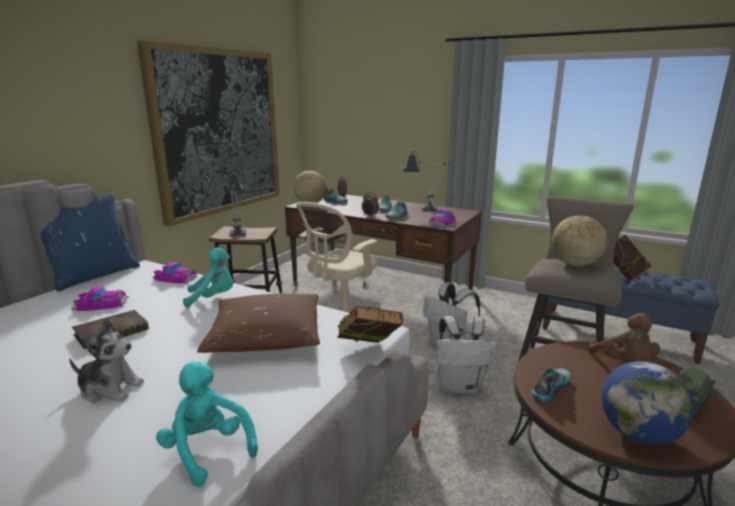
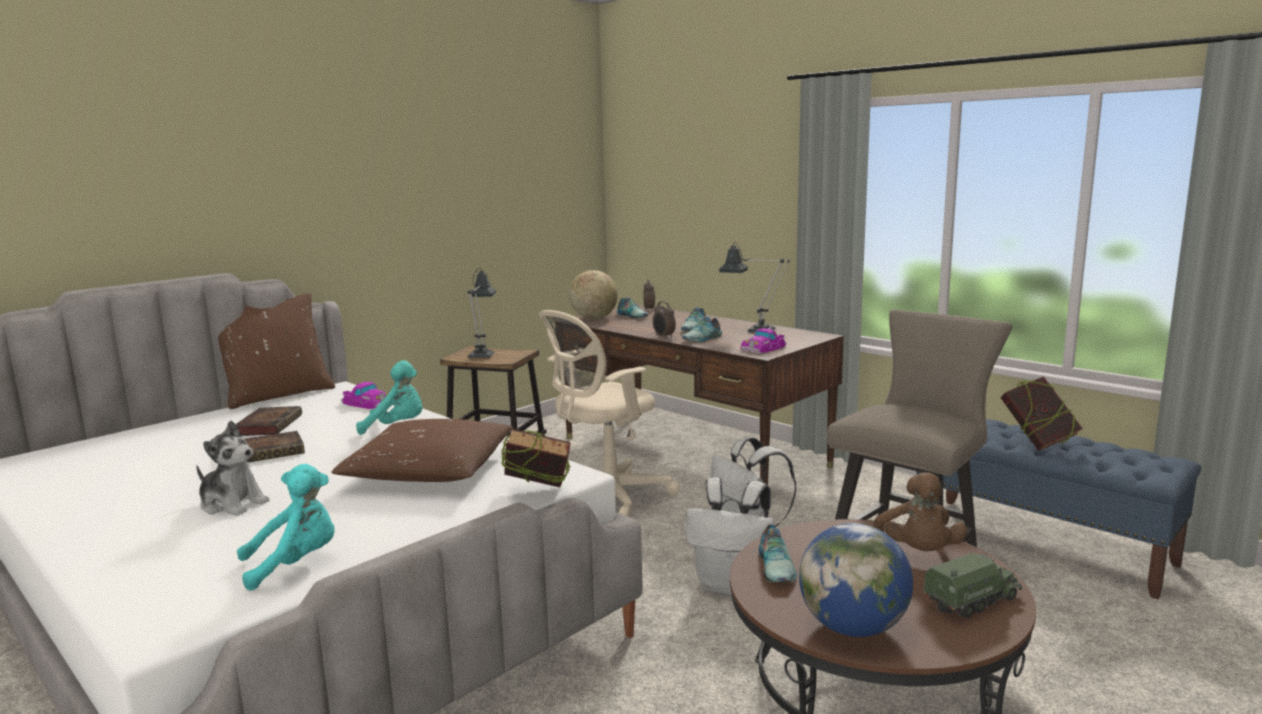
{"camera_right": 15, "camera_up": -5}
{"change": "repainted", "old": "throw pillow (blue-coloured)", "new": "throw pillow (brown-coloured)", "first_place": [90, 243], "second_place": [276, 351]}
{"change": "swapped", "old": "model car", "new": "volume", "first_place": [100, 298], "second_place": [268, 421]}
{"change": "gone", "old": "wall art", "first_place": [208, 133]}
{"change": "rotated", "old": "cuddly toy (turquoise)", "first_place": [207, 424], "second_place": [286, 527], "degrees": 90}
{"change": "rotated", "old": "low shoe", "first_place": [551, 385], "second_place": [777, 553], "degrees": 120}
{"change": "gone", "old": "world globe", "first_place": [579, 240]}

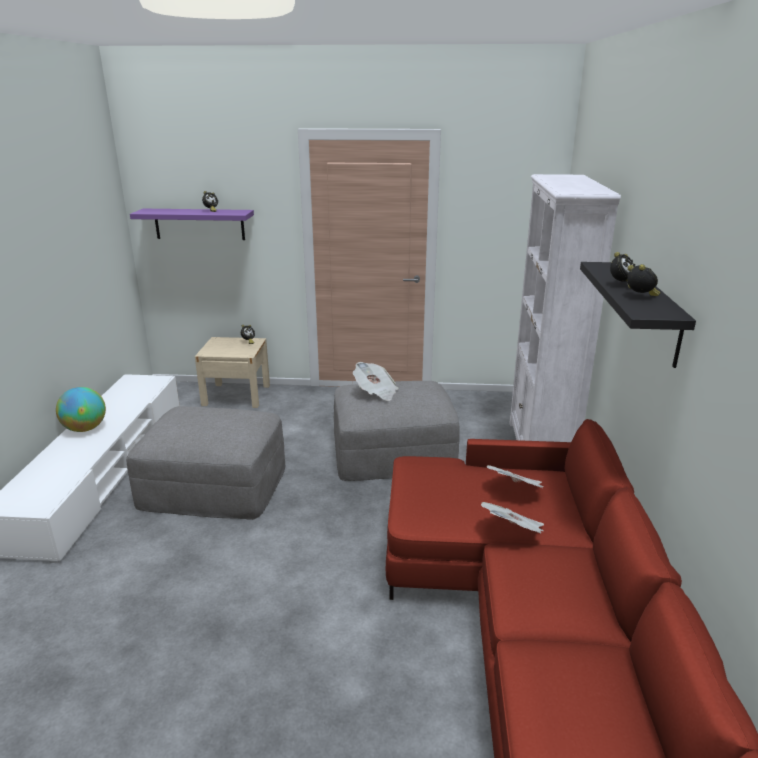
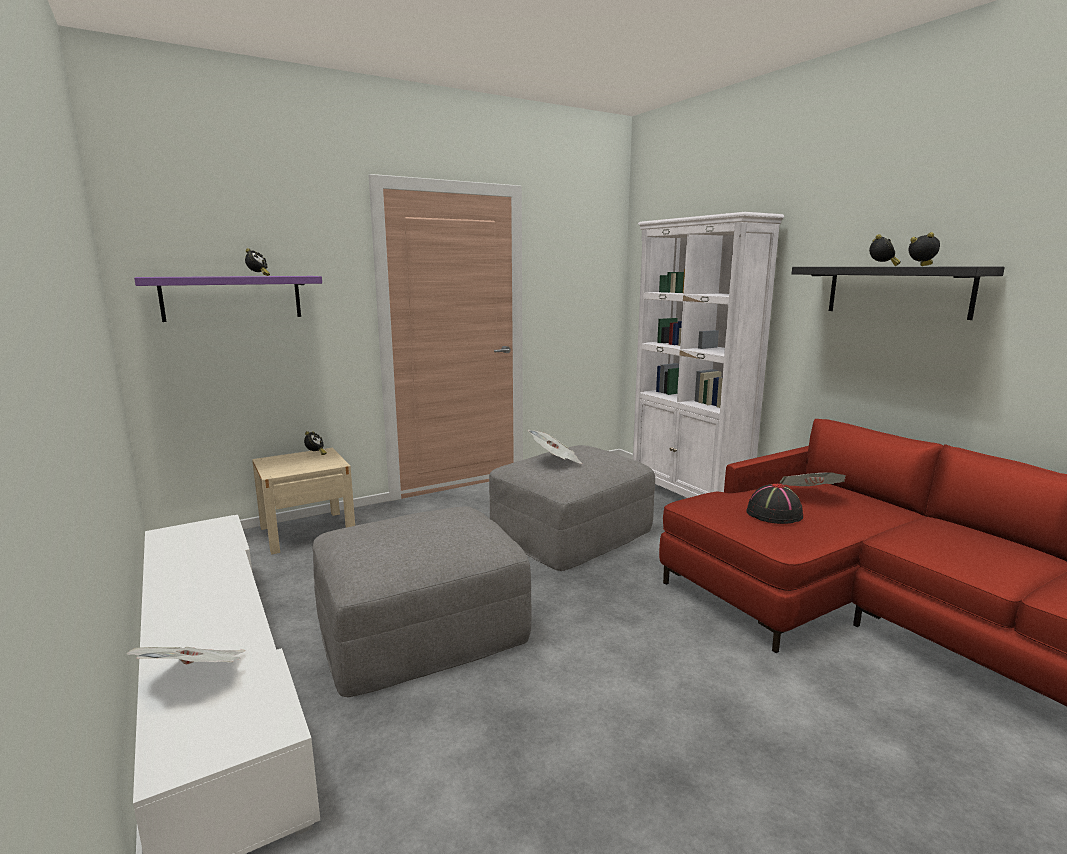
{"camera_right": -35, "camera_up": -10}
{"change": "gone", "old": "world globe", "first_place": [81, 409]}
{"change": "shifted", "old": "printed paper", "first_place": [512, 517], "second_place": [186, 655]}
{"change": "new", "new": "clothing hat (black)", "second_place": [774, 503]}

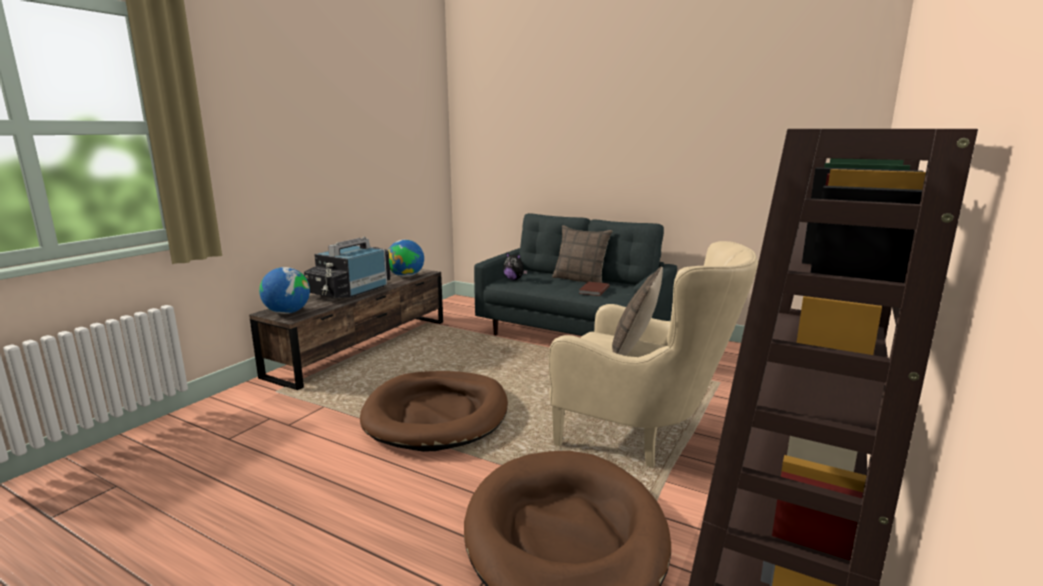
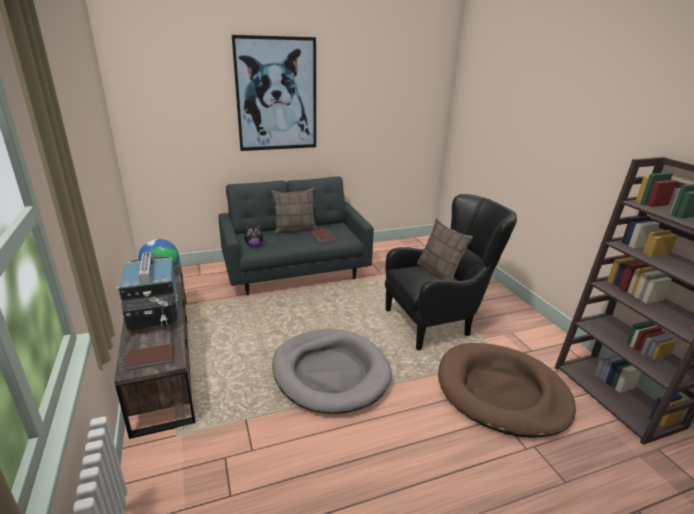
{"camera_right": -50, "camera_up": 10}
{"change": "swapped", "old": "world globe", "new": "volume (brown-coloured)", "first_place": [284, 290], "second_place": [149, 357]}
{"change": "repainted", "old": "pet bed (brown-coloured)", "new": "pet bed (greyish)", "first_place": [434, 411], "second_place": [332, 371]}
{"change": "repainted", "old": "easy chair (beige-coloured)", "new": "easy chair (black)", "first_place": [654, 354], "second_place": [451, 272]}
{"change": "new", "new": "wall art", "second_place": [274, 93]}

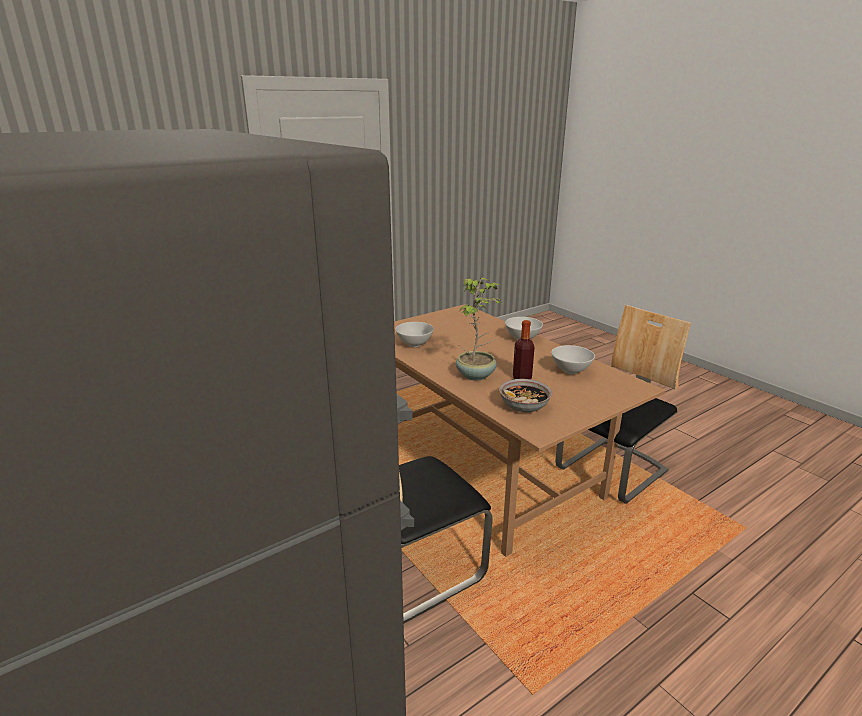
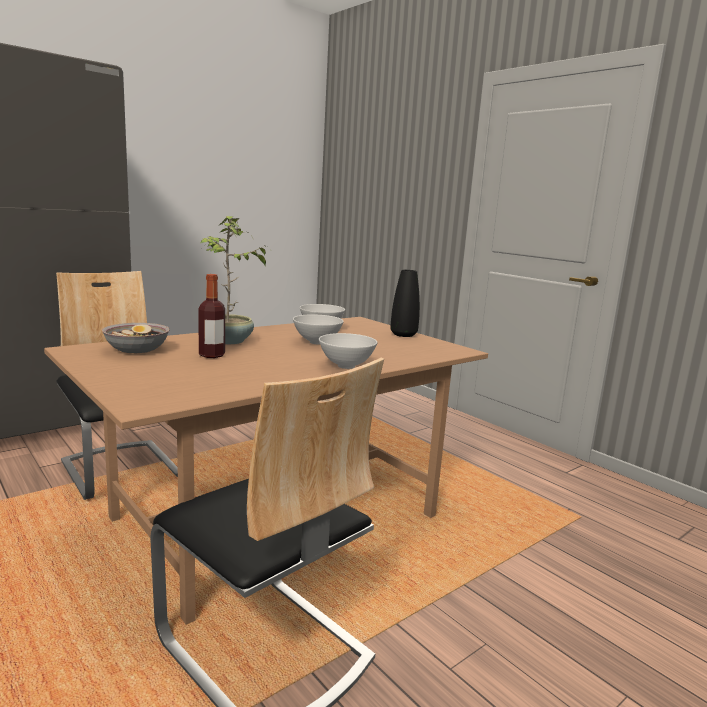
{"camera_right": 85, "camera_up": -10}
{"change": "shifted", "old": "deep dish (whitish)", "first_place": [573, 359], "second_place": [318, 329]}
{"change": "new", "new": "decorative vase (black)", "second_place": [405, 303]}

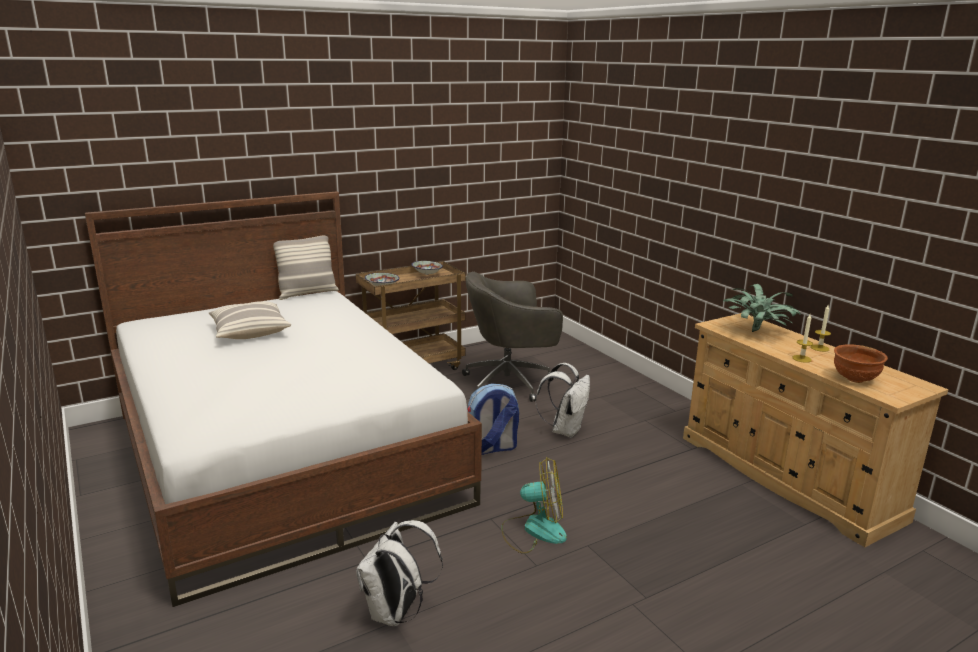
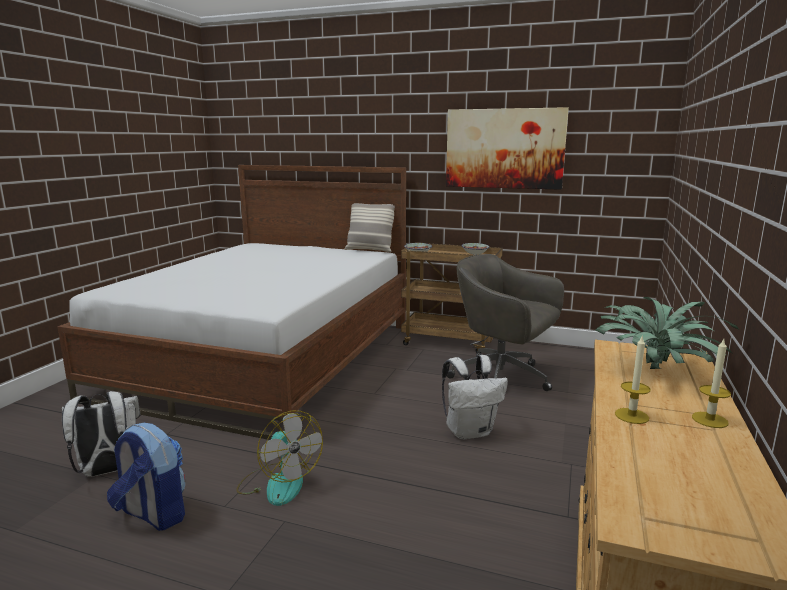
{"camera_right": 50, "camera_up": -5}
{"change": "gone", "old": "throw pillow", "first_place": [250, 320]}
{"change": "shifted", "old": "rucksack", "first_place": [493, 419], "second_place": [146, 477]}
{"change": "gone", "old": "deep dish (brown-coloured)", "first_place": [861, 363]}
{"change": "new", "new": "wall art", "second_place": [507, 148]}

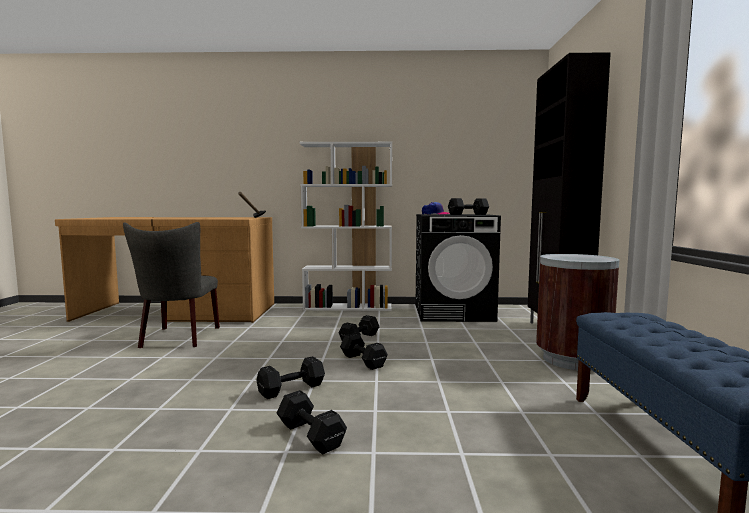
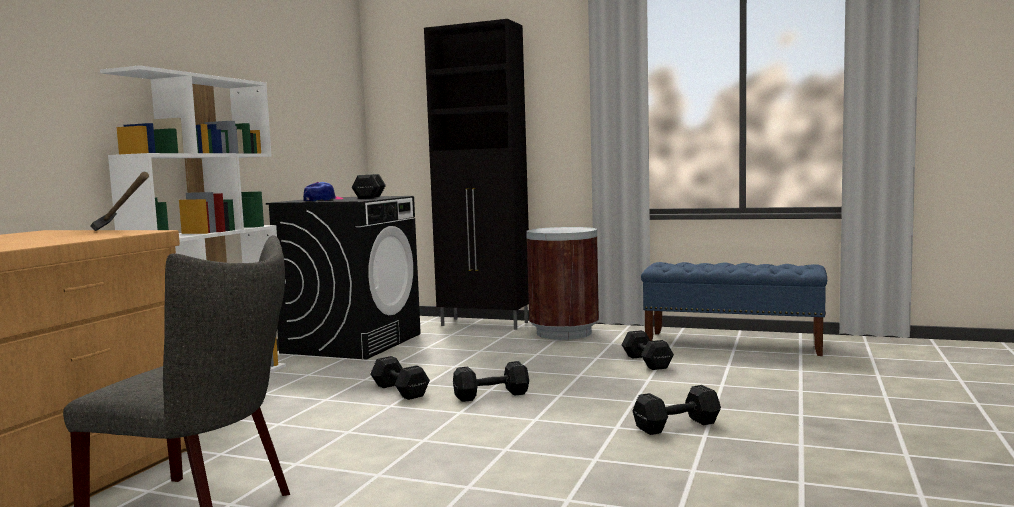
{"camera_right": -70, "camera_up": 0}
{"change": "shifted", "old": "hand weight (black)", "first_place": [290, 377], "second_place": [648, 350]}

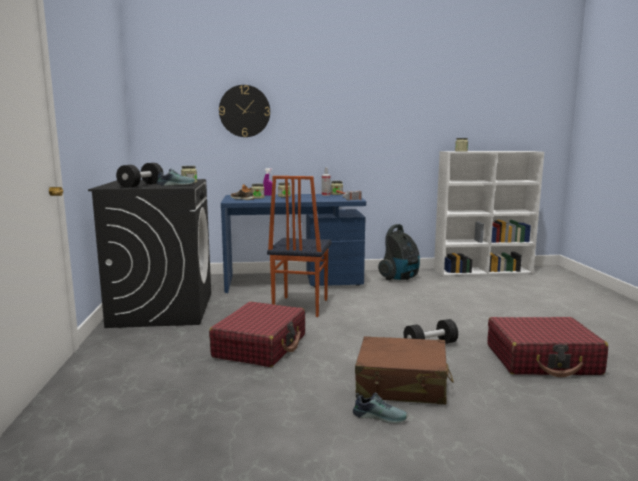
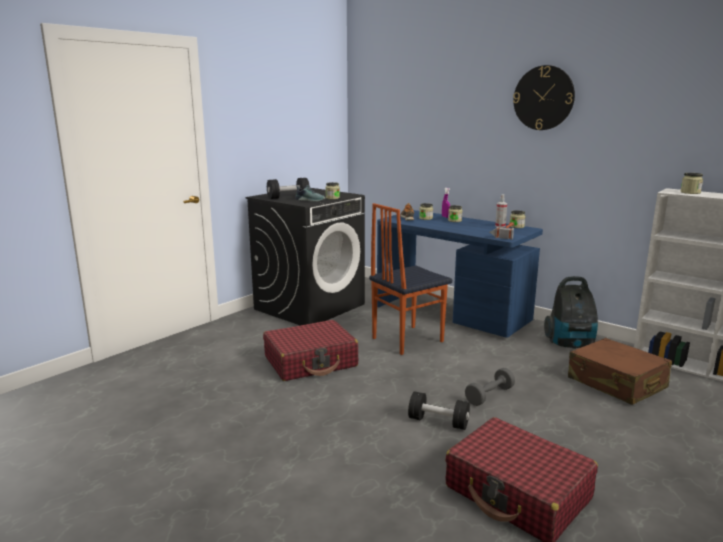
{"camera_right": 45, "camera_up": 5}
{"change": "shifted", "old": "hanging clock", "first_place": [244, 111], "second_place": [544, 97]}
{"change": "gone", "old": "low shoe", "first_place": [380, 408]}
{"change": "shifted", "old": "travel case (brown-coloured)", "first_place": [404, 370], "second_place": [620, 371]}
{"change": "new", "new": "hand weight (greyish)", "second_place": [490, 387]}

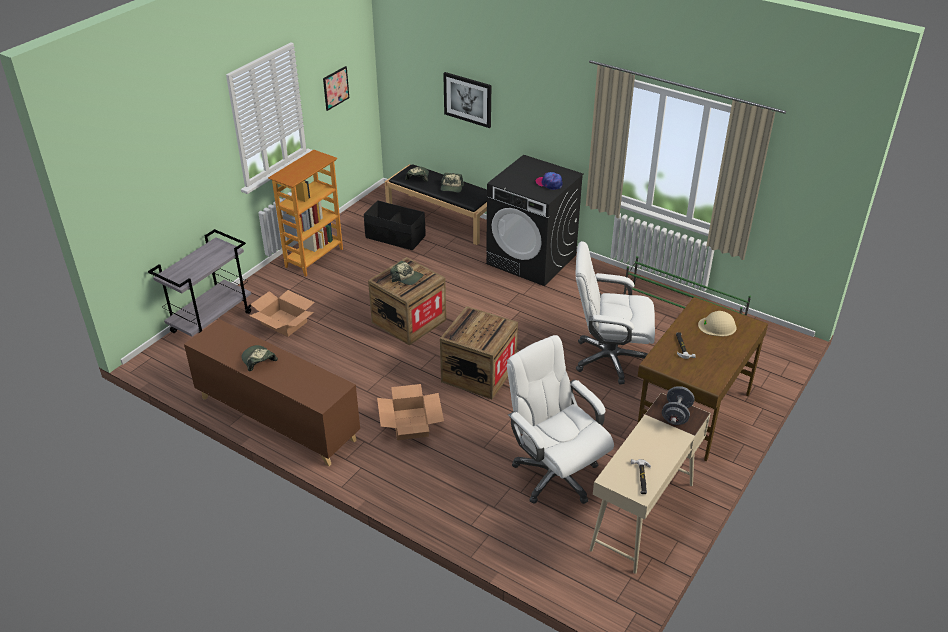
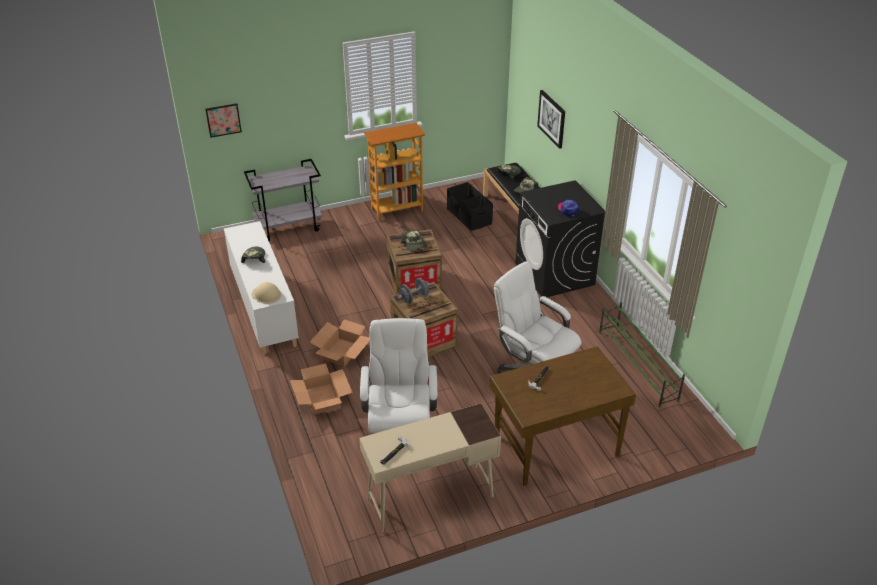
{"camera_right": 35, "camera_up": 0}
{"change": "repainted", "old": "storage cabinet (brown-coloured)", "new": "storage cabinet (whitish)", "first_place": [272, 392], "second_place": [261, 288]}
{"change": "shifted", "old": "carton", "first_place": [282, 313], "second_place": [321, 389]}
{"change": "shifted", "old": "wall art", "first_place": [336, 88], "second_place": [223, 120]}
{"change": "shifted", "old": "hand weight (greyish)", "first_place": [678, 405], "second_place": [413, 291]}
{"change": "shifted", "old": "work helmet (beige-coloured)", "first_place": [717, 323], "second_place": [266, 293]}

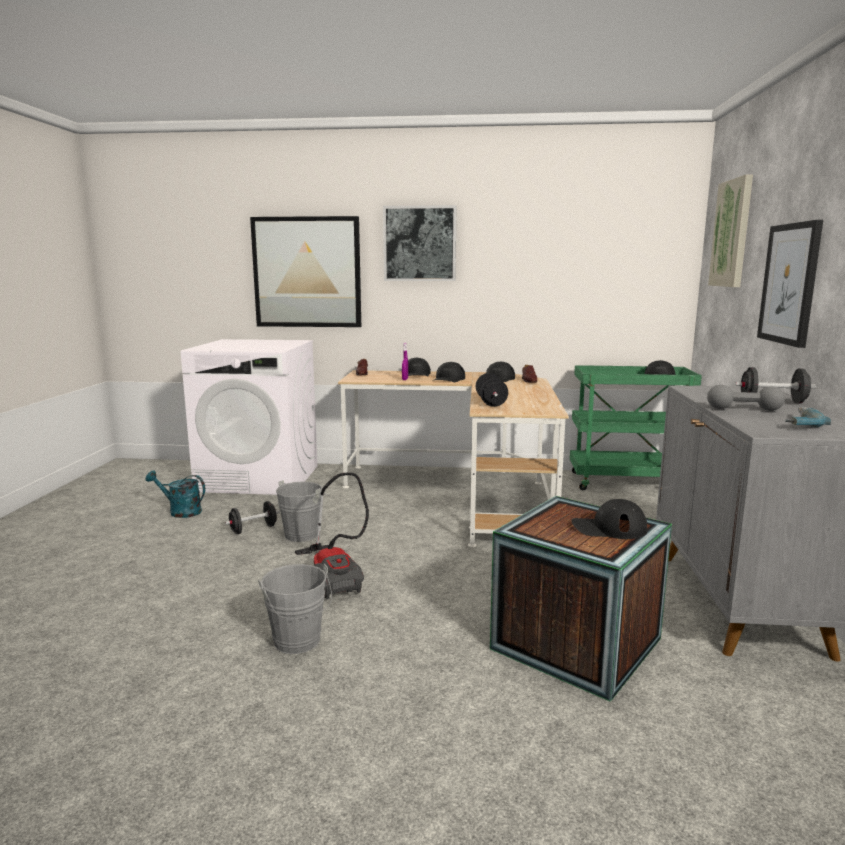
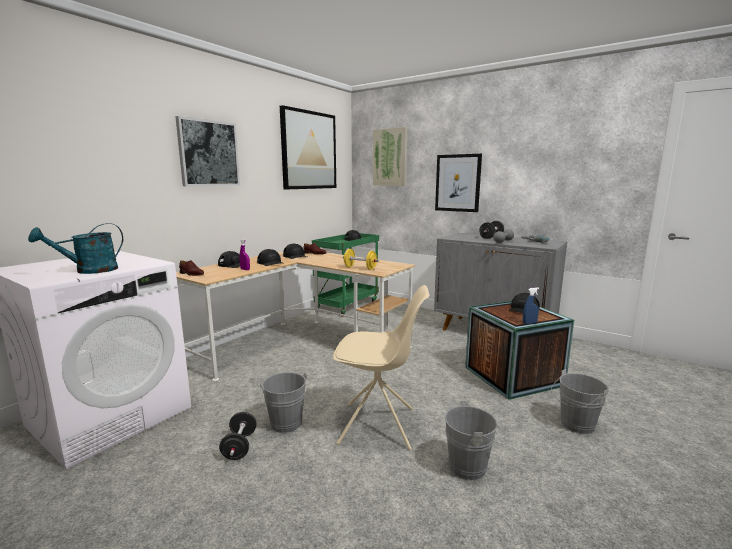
{"camera_right": -60, "camera_up": 0}
{"change": "shifted", "old": "sprinkling can (turquoise)", "first_place": [175, 494], "second_place": [75, 248]}
{"change": "shifted", "old": "wall art", "first_place": [305, 271], "second_place": [308, 147]}
{"change": "swapped", "old": "vacuum cleaner", "new": "chair (beige-coloured)", "first_place": [332, 535], "second_place": [381, 368]}
{"change": "repainted", "old": "hand weight (black)", "new": "hand weight (yellowish)", "first_place": [492, 390], "second_place": [361, 259]}
{"change": "new", "new": "sprayer (blue-coloured)", "second_place": [531, 305]}
{"change": "new", "new": "pail (greyish)", "second_place": [580, 401]}

